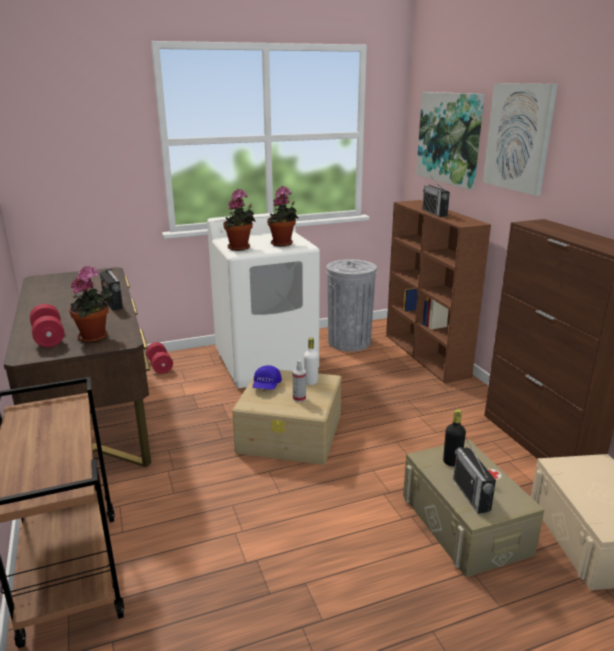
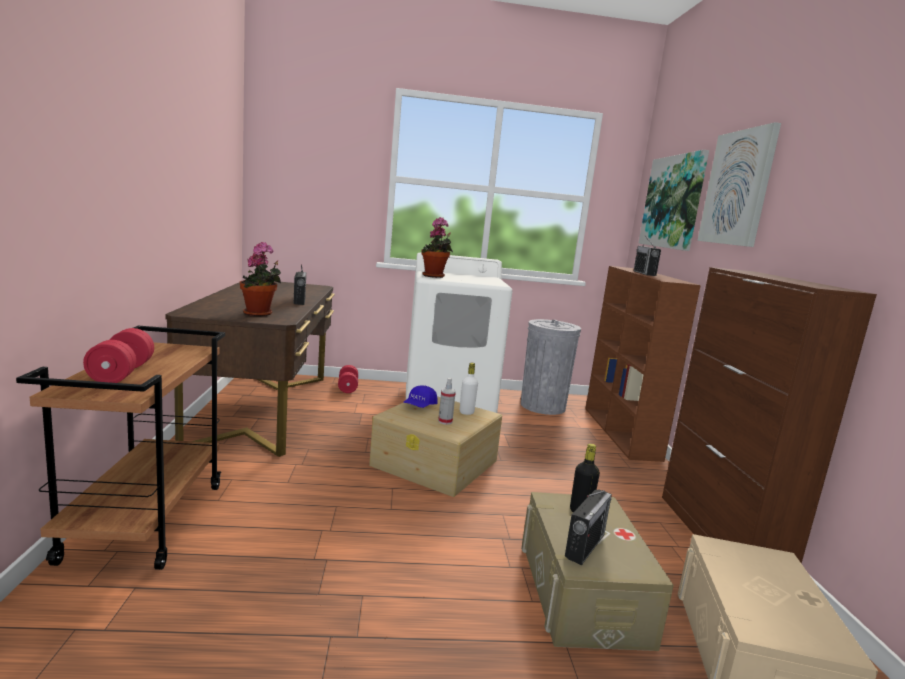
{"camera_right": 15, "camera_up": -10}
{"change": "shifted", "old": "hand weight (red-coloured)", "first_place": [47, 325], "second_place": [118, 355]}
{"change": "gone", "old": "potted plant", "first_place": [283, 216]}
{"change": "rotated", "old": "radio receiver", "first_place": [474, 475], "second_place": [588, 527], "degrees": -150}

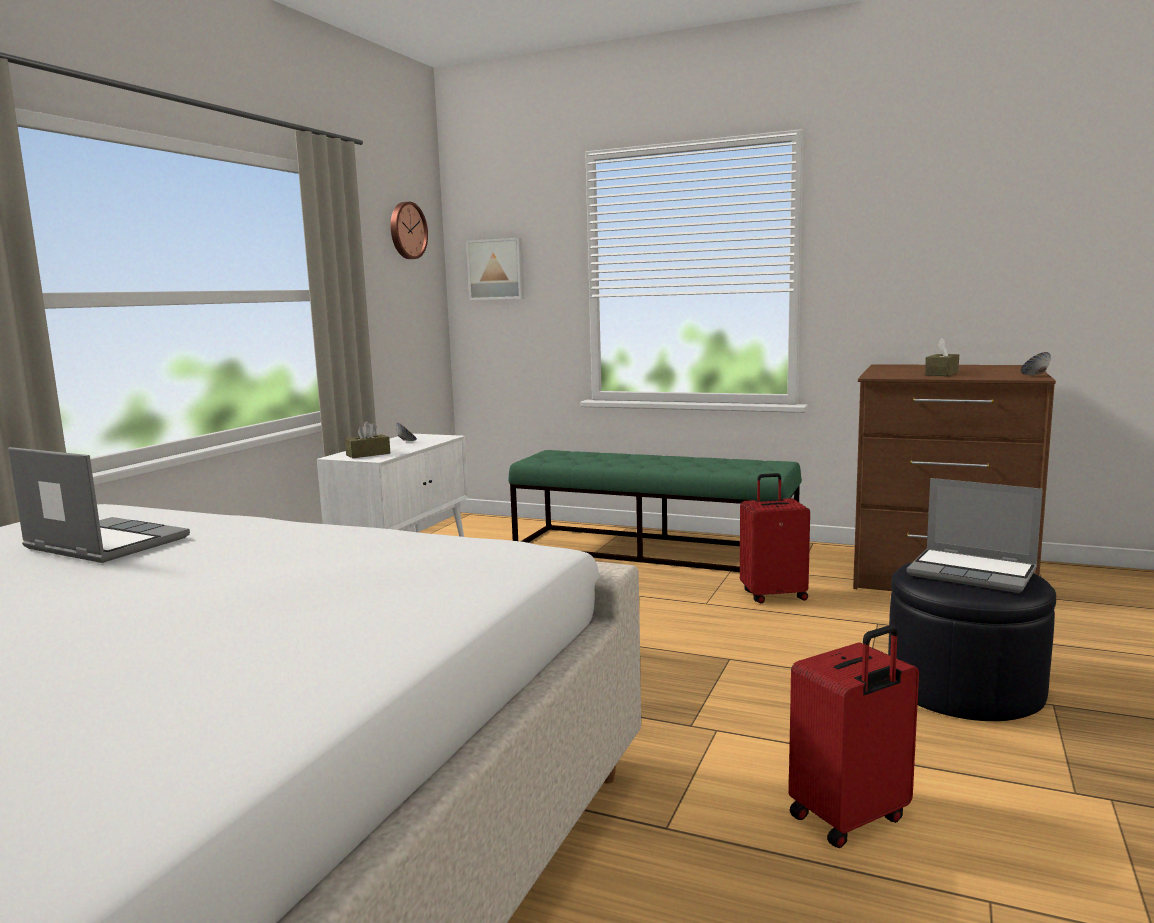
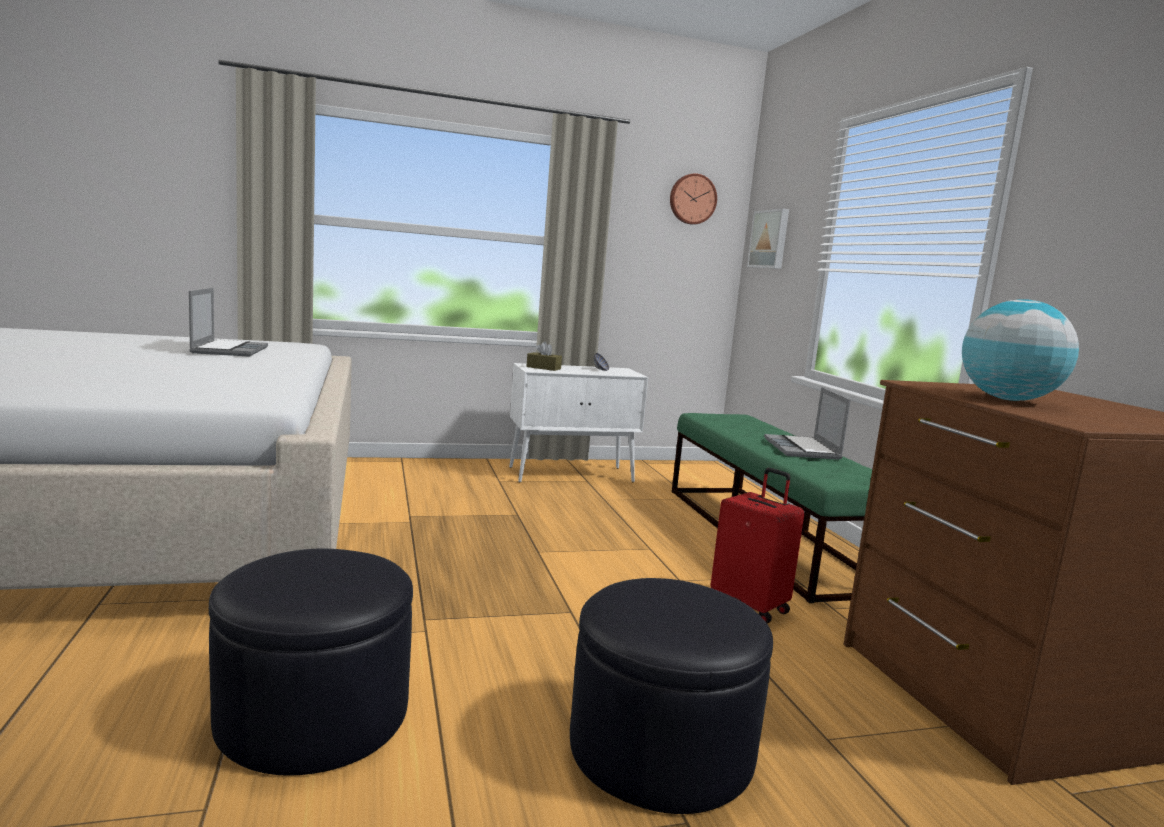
{"camera_right": 50, "camera_up": 0}
{"change": "swapped", "old": "travel case (red-coloured)", "new": "pouffe (black)", "first_place": [854, 736], "second_place": [311, 662]}
{"change": "shifted", "old": "portable computer", "first_place": [974, 535], "second_place": [807, 423]}
{"change": "swapped", "old": "tissue box (brown-coloured)", "new": "world globe", "first_place": [942, 357], "second_place": [1020, 350]}
{"change": "gone", "old": "deep dish", "first_place": [1035, 363]}

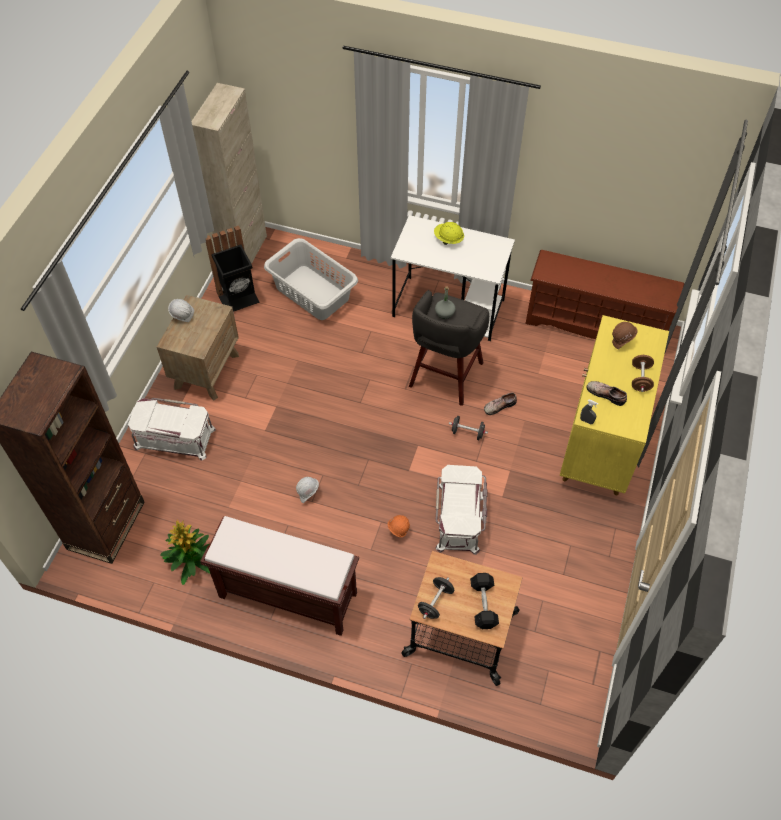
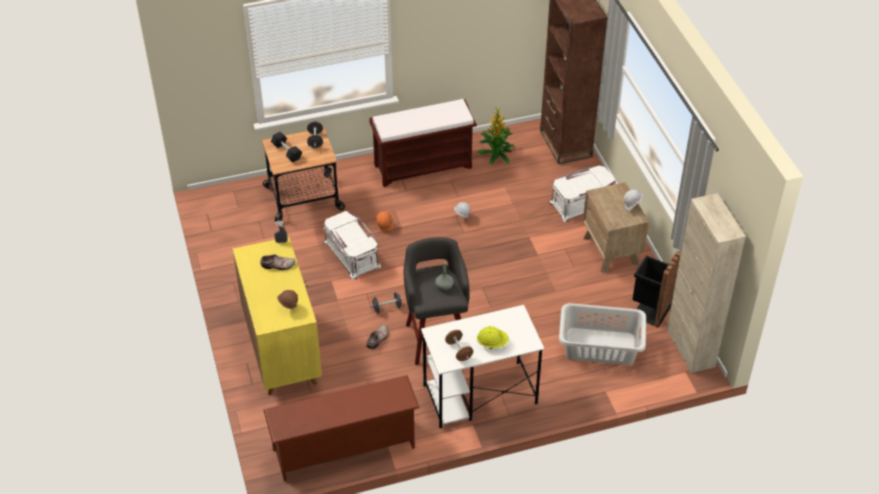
{"camera_right": 145, "camera_up": -10}
{"change": "shifted", "old": "hand weight (brown-coloured)", "first_place": [643, 373], "second_place": [459, 345]}

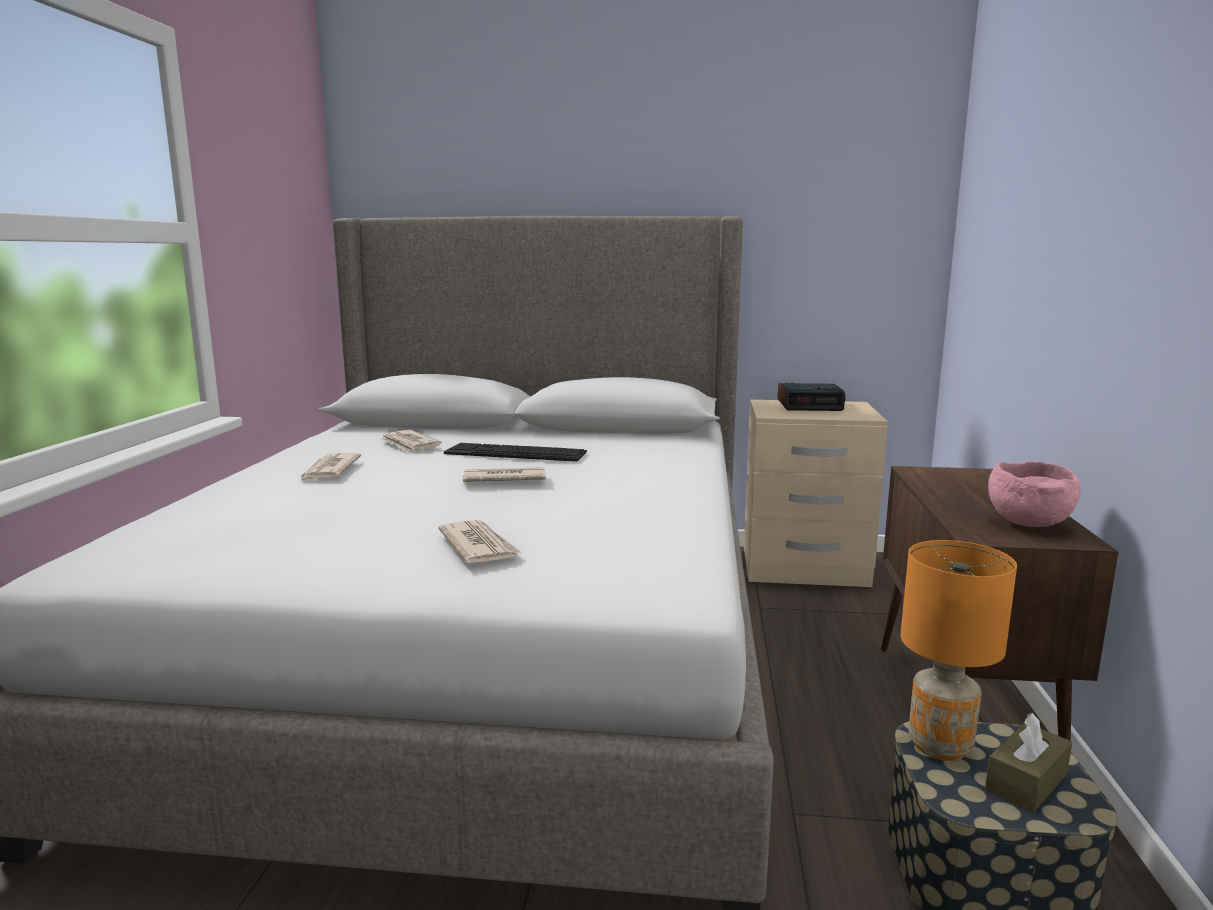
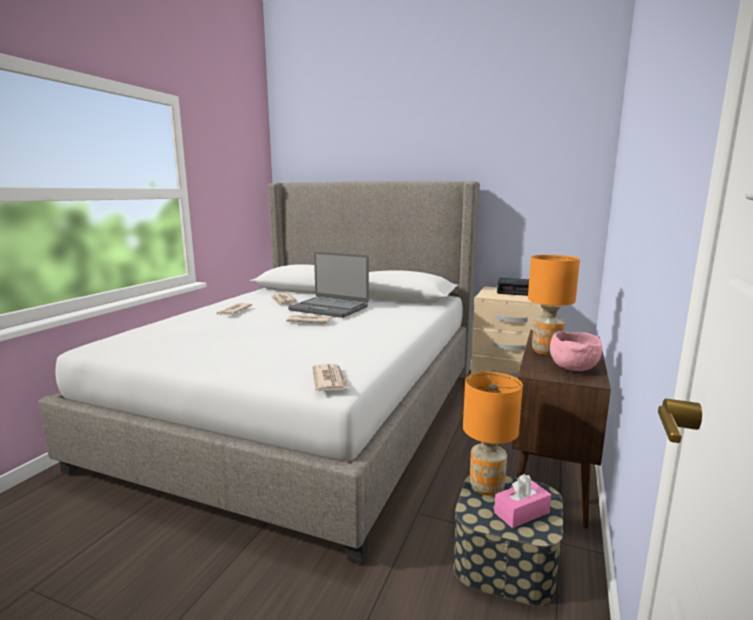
{"camera_right": 15, "camera_up": 0}
{"change": "shifted", "old": "printed paper", "first_place": [480, 541], "second_place": [331, 377]}
{"change": "swapped", "old": "computer keyboard", "new": "portable computer", "first_place": [515, 452], "second_place": [328, 285]}
{"change": "repainted", "old": "tissue box (brown-coloured)", "new": "tissue box (pink)", "first_place": [1028, 762], "second_place": [522, 501]}
{"change": "new", "new": "tabletop lamp (orange-coloured)", "second_place": [554, 305]}

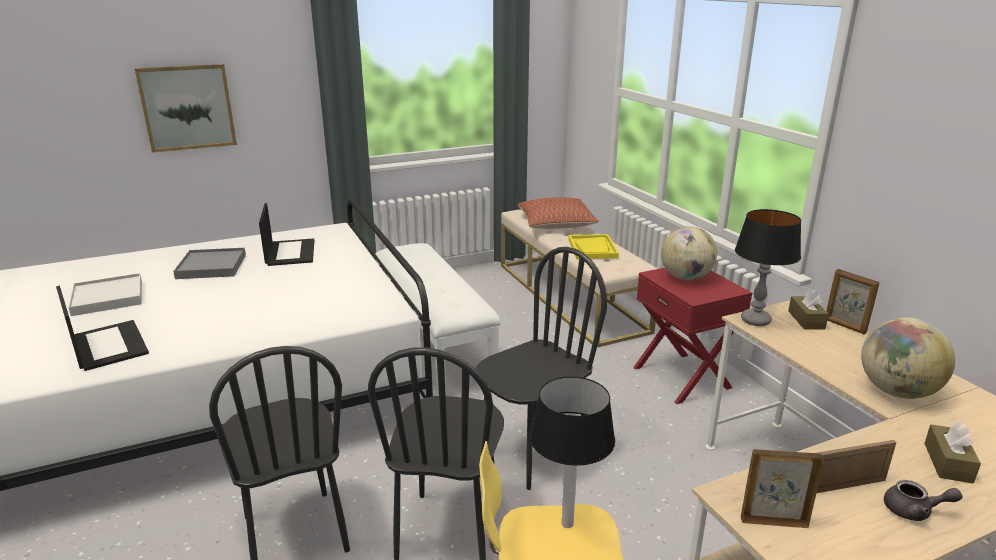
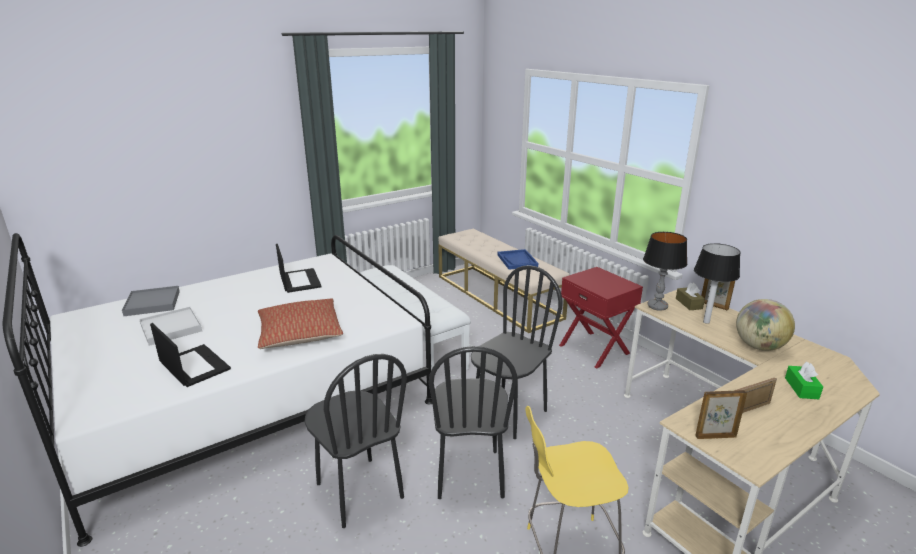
{"camera_right": -10, "camera_up": 0}
{"change": "gone", "old": "wall art", "first_place": [186, 108]}
{"change": "shifted", "old": "carrying tray (greyish)", "first_place": [209, 263], "second_place": [151, 301]}
{"change": "shifted", "old": "throw pillow", "first_place": [558, 213], "second_place": [300, 323]}
{"change": "shifted", "old": "tabletop lamp", "first_place": [572, 452], "second_place": [717, 283]}
{"change": "repainted", "old": "carrying tray (yellowish)", "new": "carrying tray (blue-coloured)", "first_place": [593, 246], "second_place": [517, 259]}
{"change": "gone", "old": "world globe", "first_place": [689, 253]}
{"change": "gone", "old": "teapot (greyish)", "first_place": [923, 500]}
{"change": "repainted", "old": "tissue box (brown-coloured)", "new": "tissue box (green-coloured)", "first_place": [952, 452], "second_place": [804, 380]}

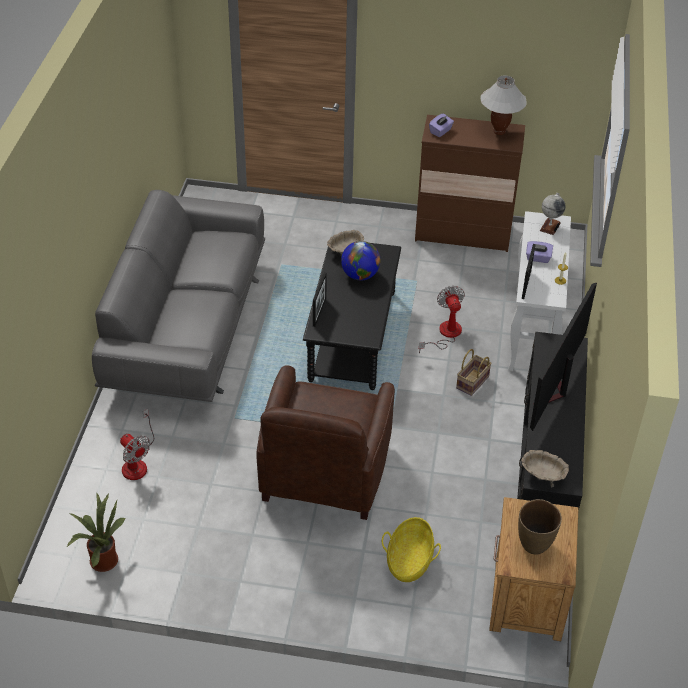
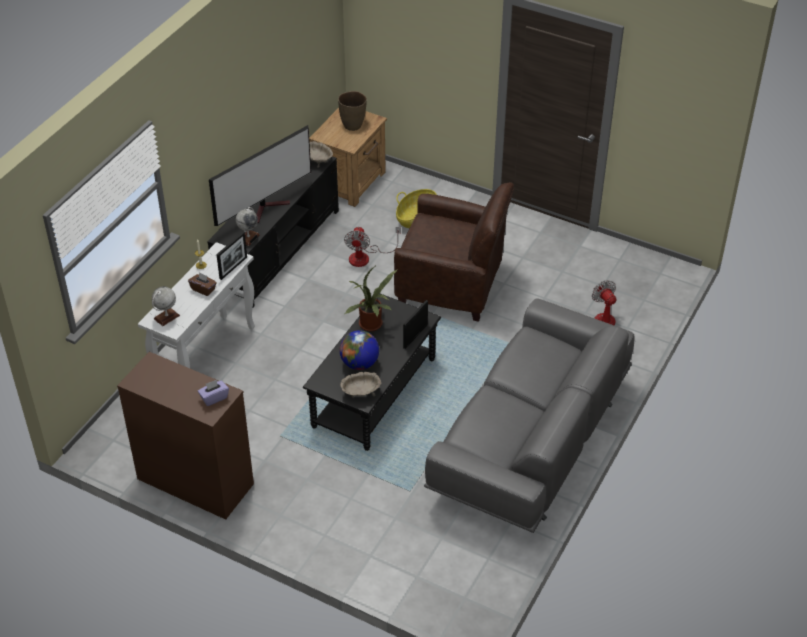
{"camera_right": -160, "camera_up": 0}
{"change": "shifted", "old": "potted plant", "first_place": [96, 532], "second_place": [371, 298]}
{"change": "rotated", "old": "easy chair (brown-coloured)", "first_place": [325, 442], "second_place": [454, 252], "degrees": 75}
{"change": "shifted", "old": "cooling fan", "first_place": [442, 320], "second_place": [372, 247]}
{"change": "gone", "old": "storage basket", "first_place": [474, 372]}
{"change": "gone", "old": "tabletop lamp (whitish)", "first_place": [503, 105]}
{"change": "repainted", "old": "tissue box (purple)", "new": "tissue box (brown-coloured)", "first_place": [539, 252], "second_place": [202, 284]}
{"change": "new", "new": "world globe", "second_place": [248, 226]}

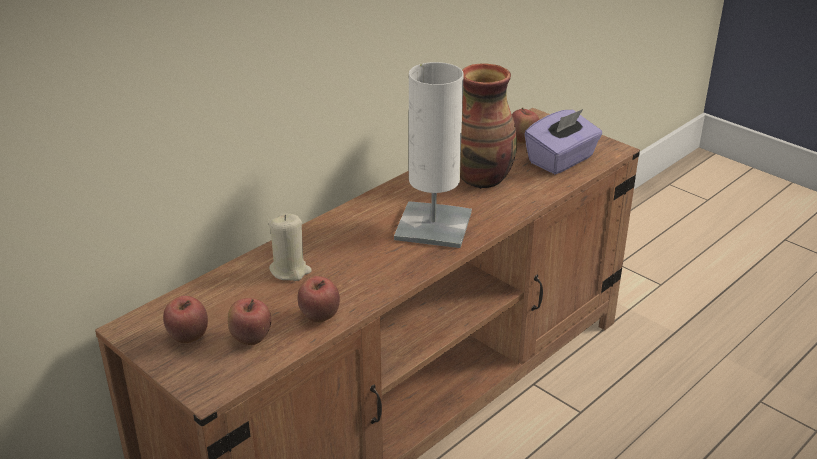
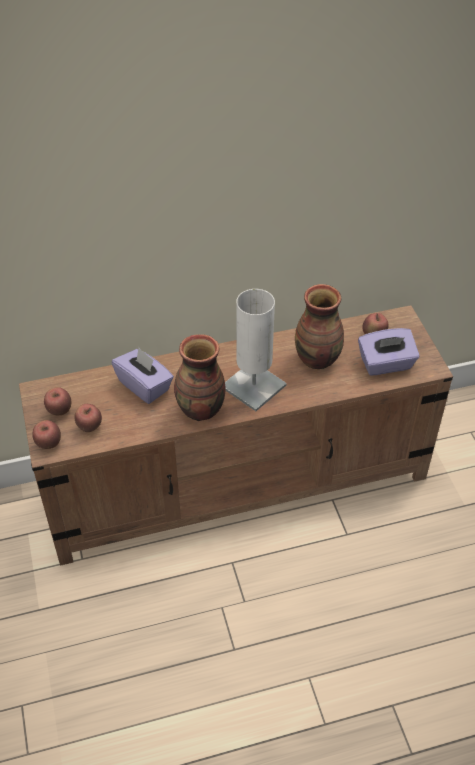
{"camera_right": 30, "camera_up": 15}
{"change": "swapped", "old": "wax candle (beige-coloured)", "new": "tissue box (purple)", "first_place": [290, 247], "second_place": [143, 376]}
{"change": "shifted", "old": "whole apple", "first_place": [319, 299], "second_place": [46, 434]}
{"change": "new", "new": "decorative vase", "second_place": [199, 377]}

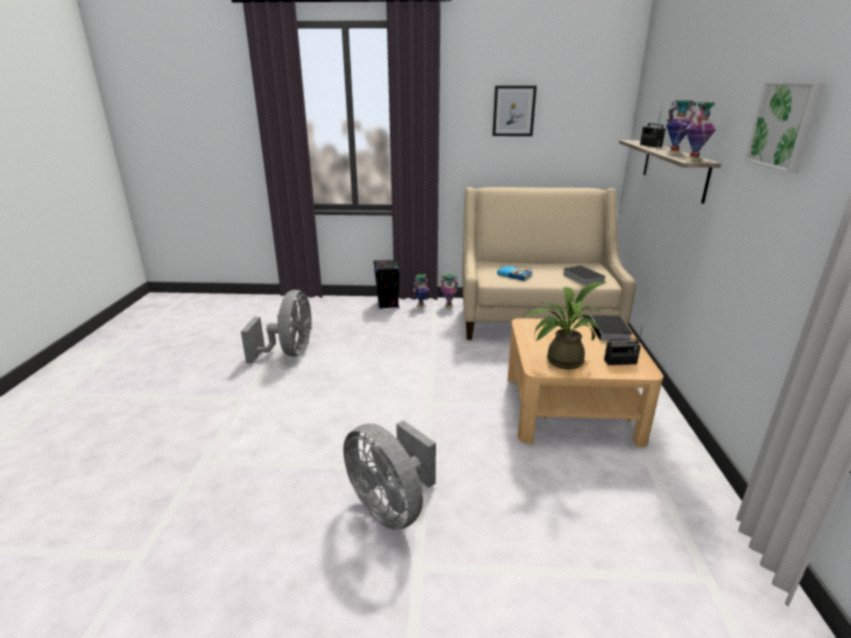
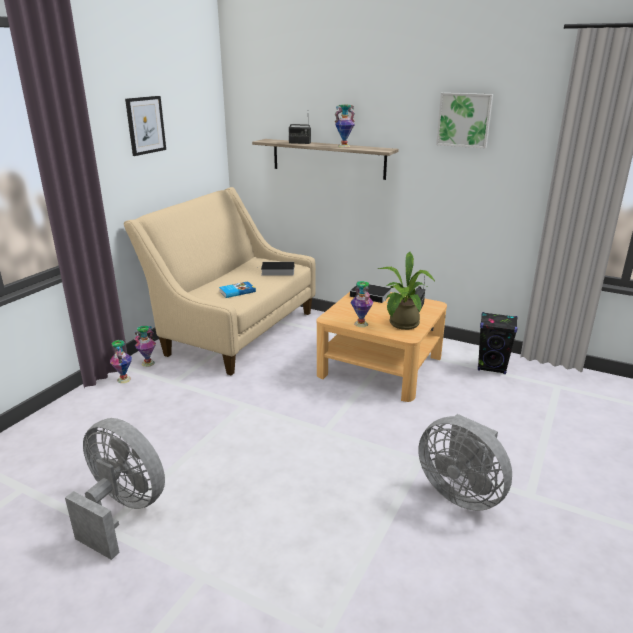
{"camera_right": -65, "camera_up": 0}
{"change": "rotated", "old": "cooling fan (greyish)", "first_place": [389, 475], "second_place": [465, 462], "degrees": 60}
{"change": "shifted", "old": "loudspeaker (black)", "first_place": [386, 284], "second_place": [498, 343]}
{"change": "shifted", "old": "decorative vase", "first_place": [700, 131], "second_place": [362, 304]}

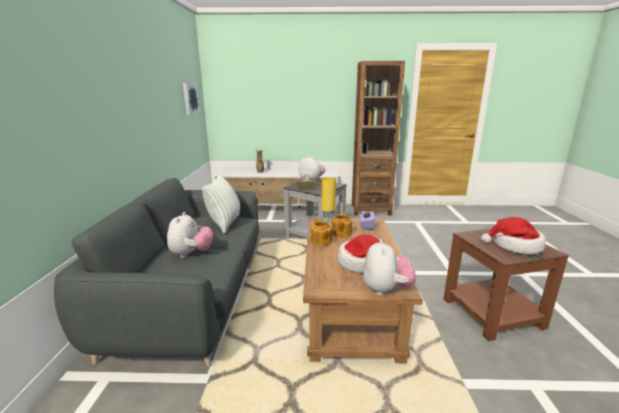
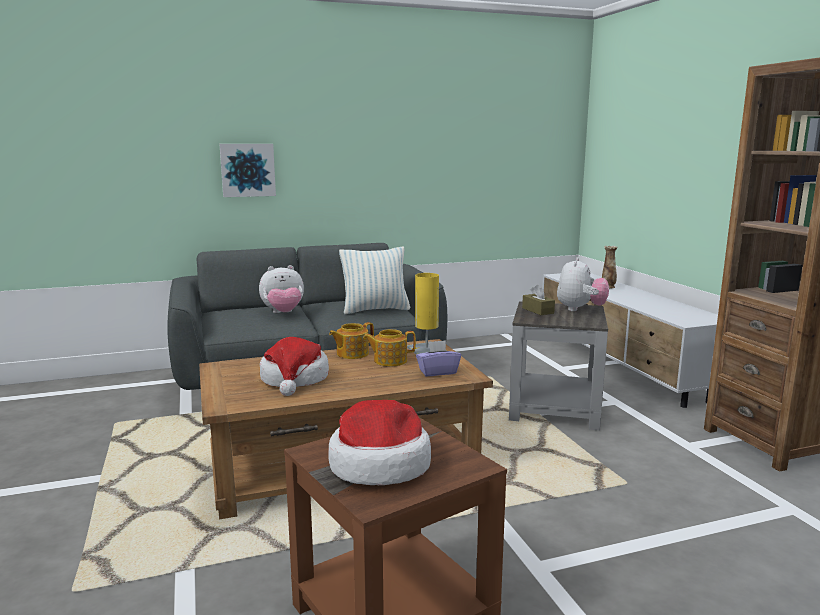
{"camera_right": 70, "camera_up": -5}
{"change": "shifted", "old": "wall art", "first_place": [191, 99], "second_place": [247, 170]}
{"change": "gone", "old": "cuddly toy", "first_place": [389, 267]}

